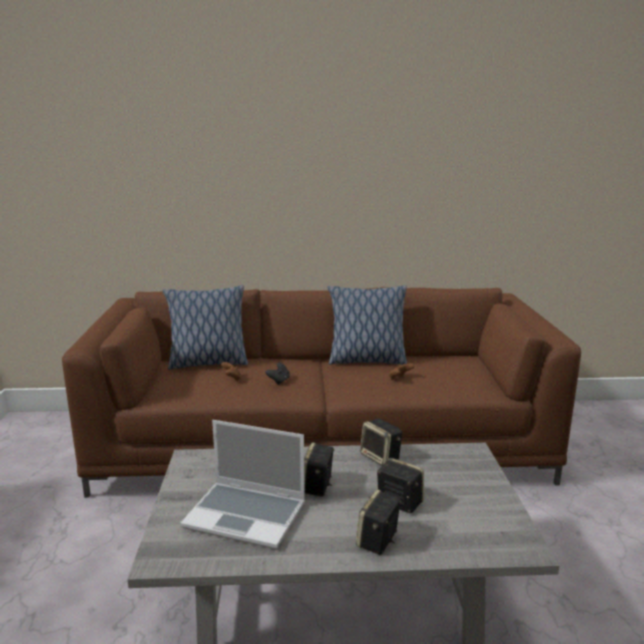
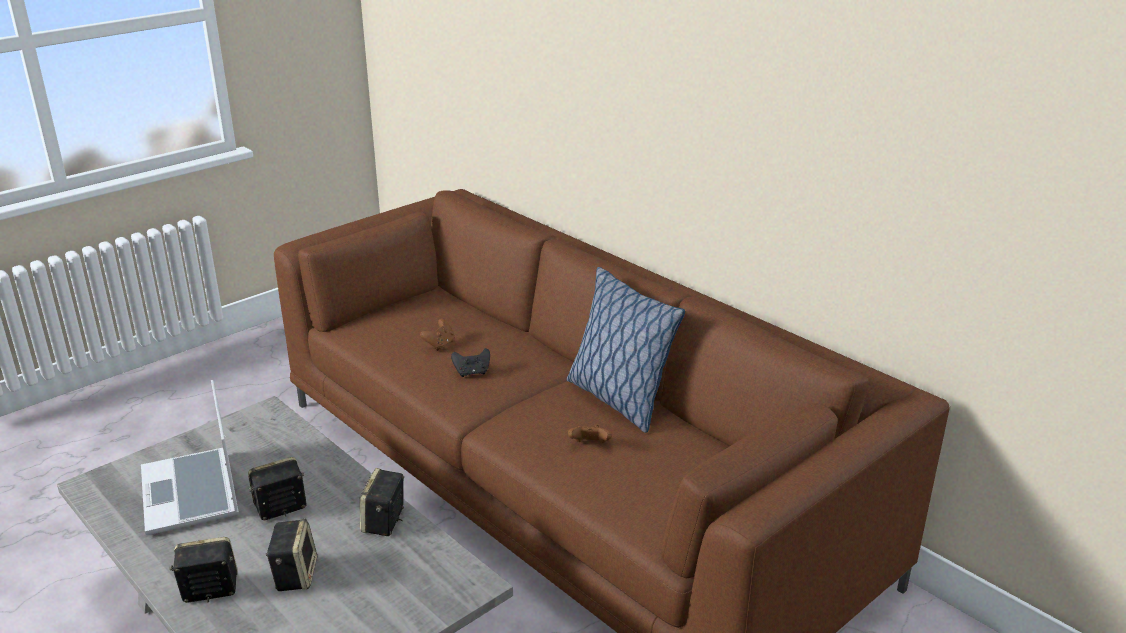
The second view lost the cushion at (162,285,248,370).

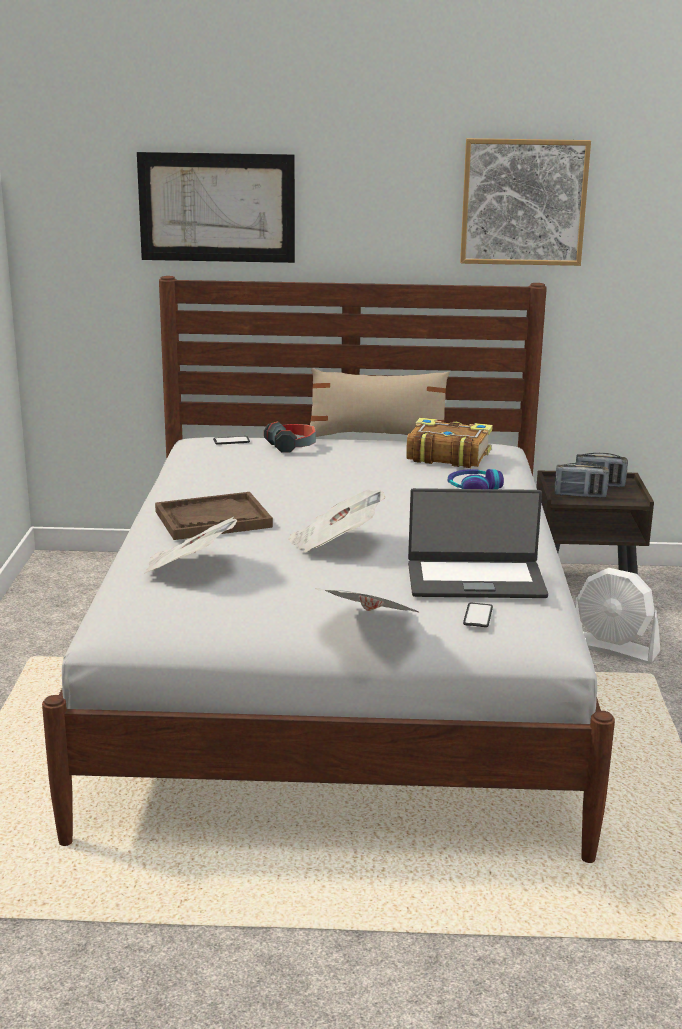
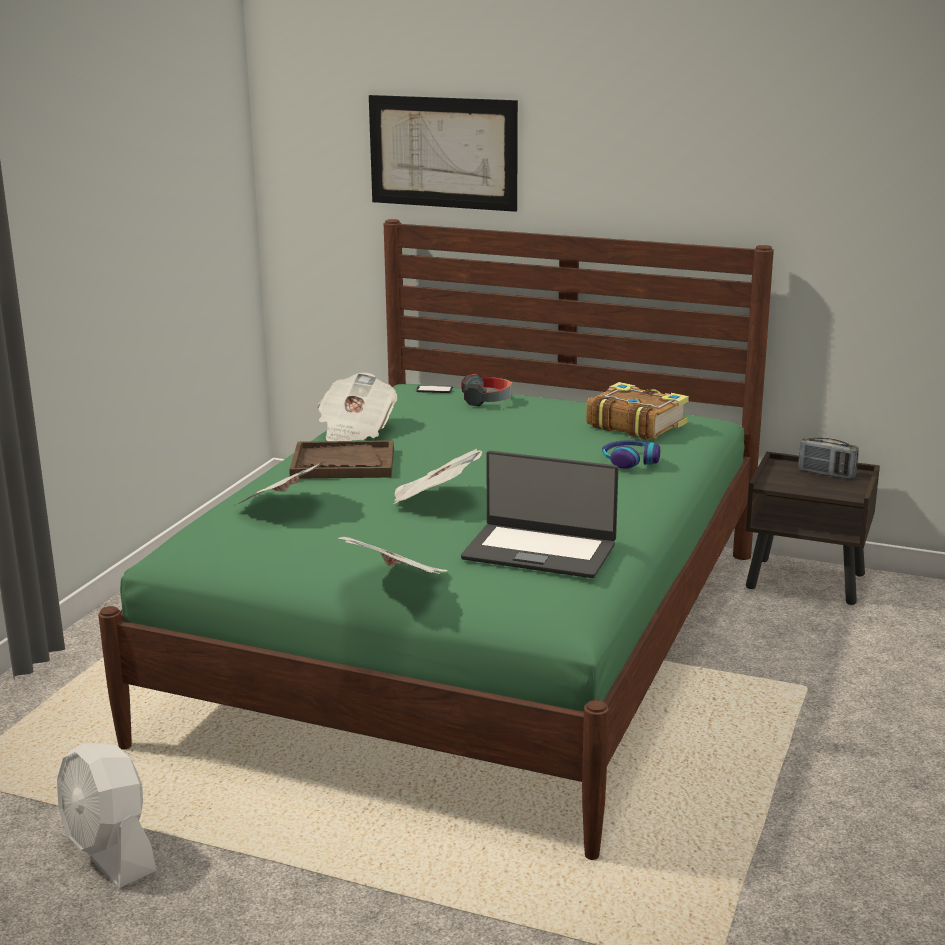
The second view lost the wall art at (460,138,591,266).
What was the whitish sleeping bed at (42,276,615,863) turned into the green sleeping bed at (98,219,774,860).
The second view lost the beige-coloured cushion at (310,368,450,437).
The second view lost the radio at (554,463,609,498).
The whitish cooling fan ended up elsewhere, having gone from (575,568,660,664) to (57,743,157,889).
The second view lost the phone at (463,602,493,627).
The second view gained the daily paper at (318,372,398,441).

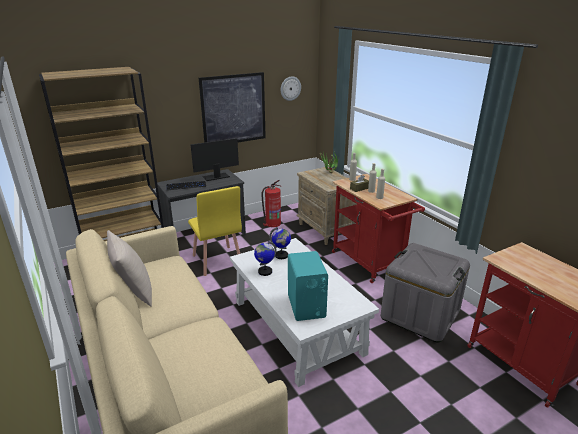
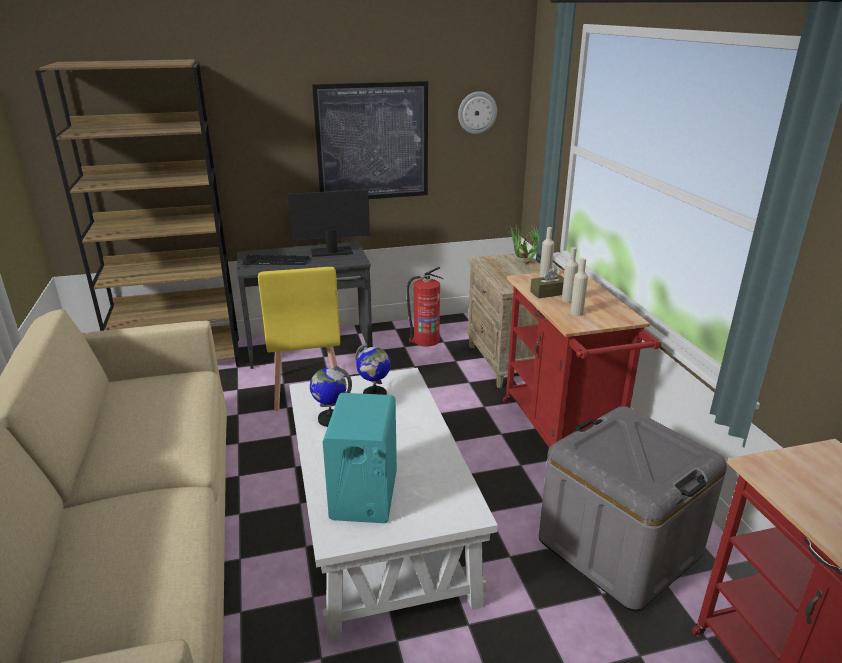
The second view lost the beige-coloured cushion at (107,230,152,307).

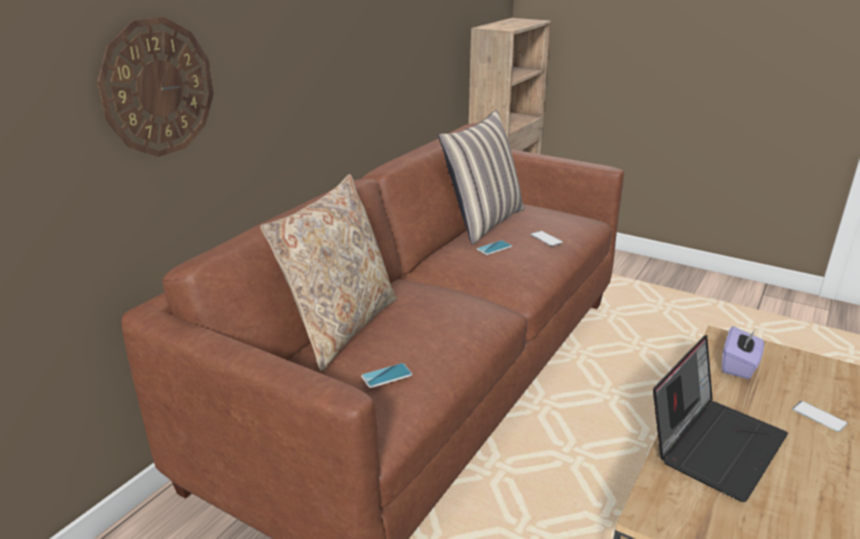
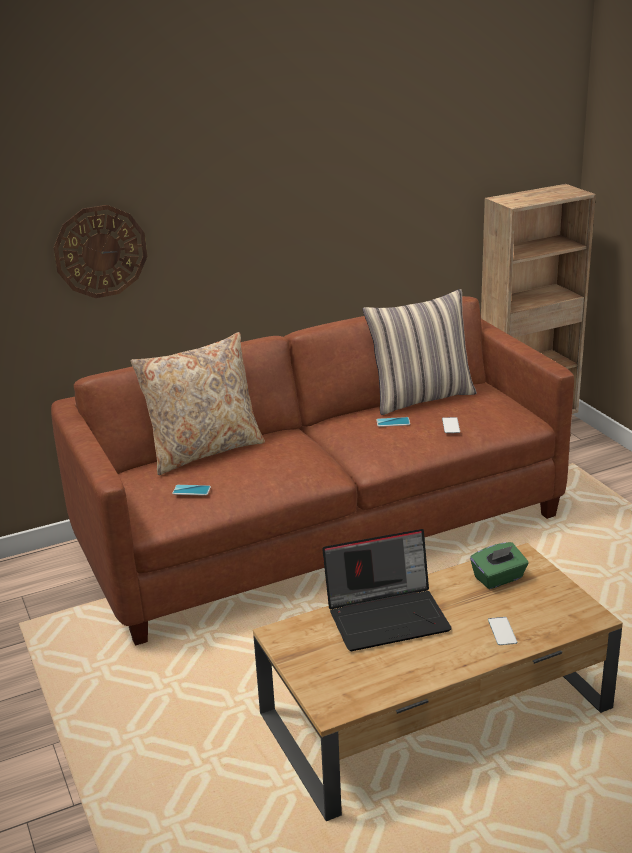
What was the purple box of tissues at (722,326,764,379) turned into the green box of tissues at (470,542,529,589).

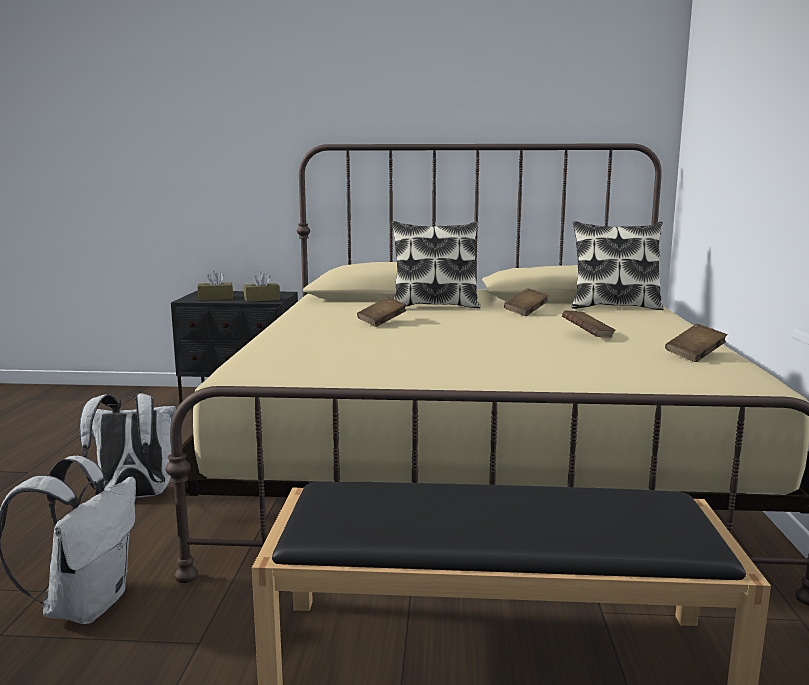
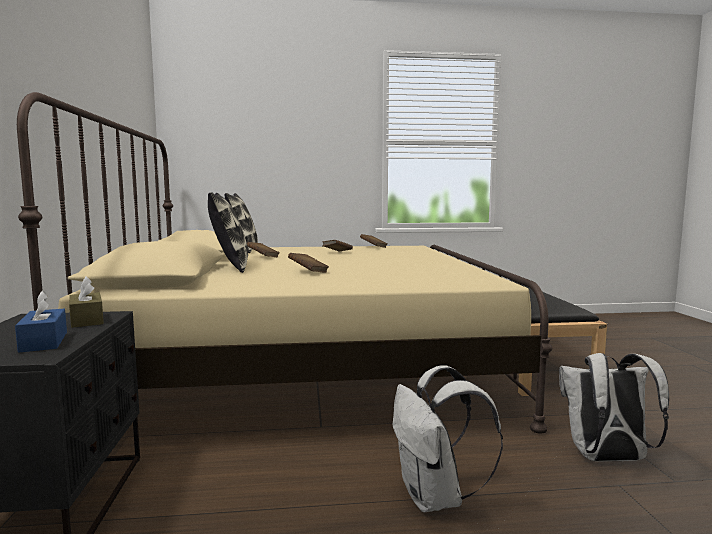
What was the brown box of tissues at (197,270,233,301) turned into the blue-coloured box of tissues at (15,291,67,353).

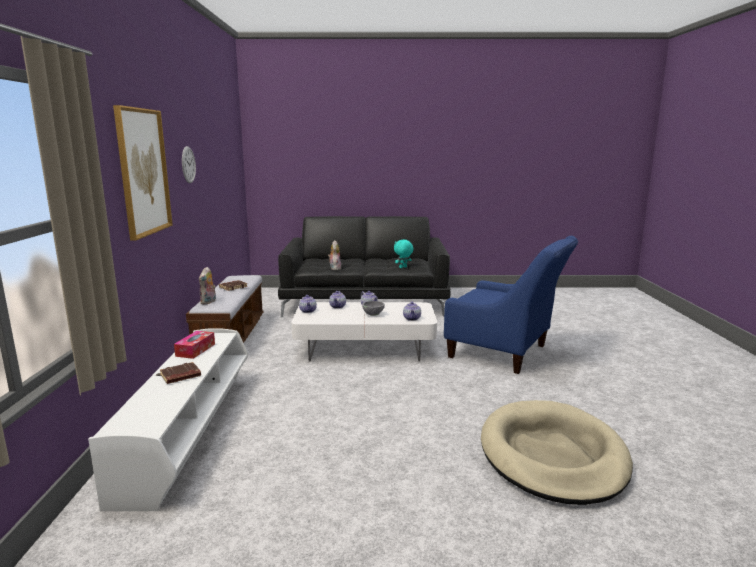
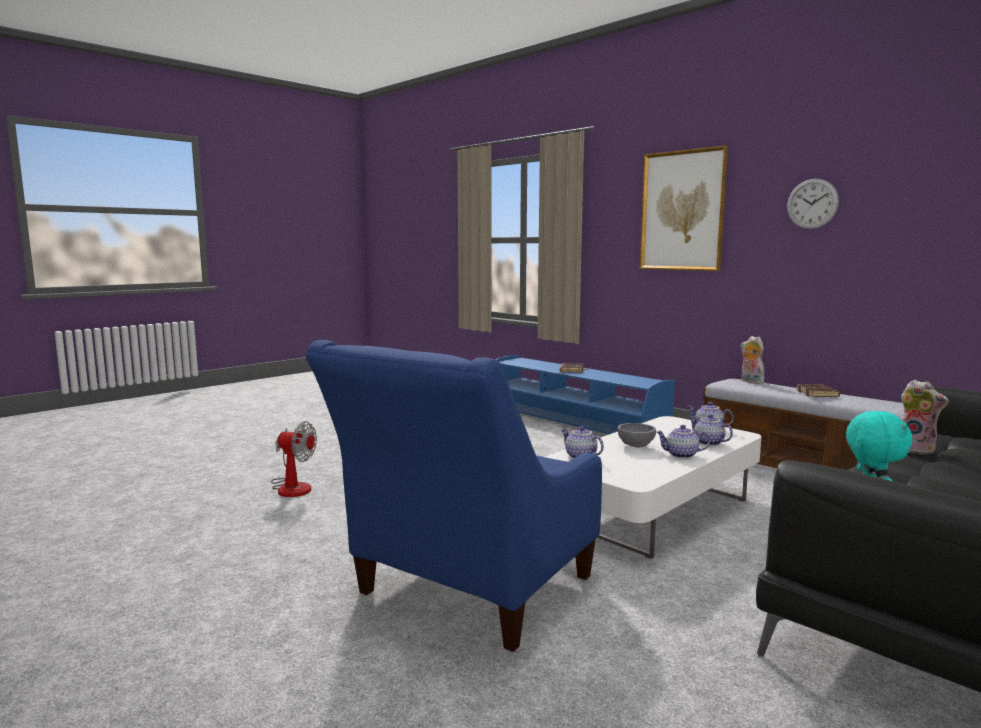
The blue-coloured armchair at (444,236,578,374) ended up facing another way, 45 degrees counterclockwise from before.
What was the whitish tv unit at (88,328,248,511) turned into the blue-coloured tv unit at (495,355,675,434).
The second view lost the box of tissues at (174,331,215,359).
Where the beige-coloured pet bed stood at (481,400,633,505), the cooling fan came to stand at (271,421,317,497).

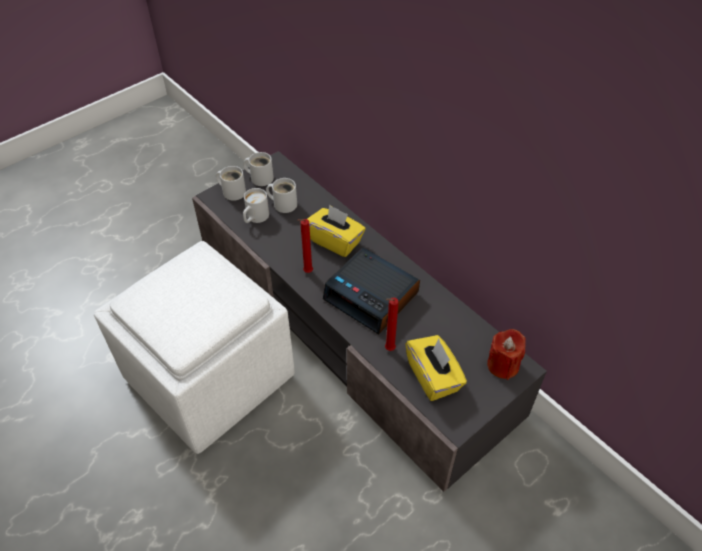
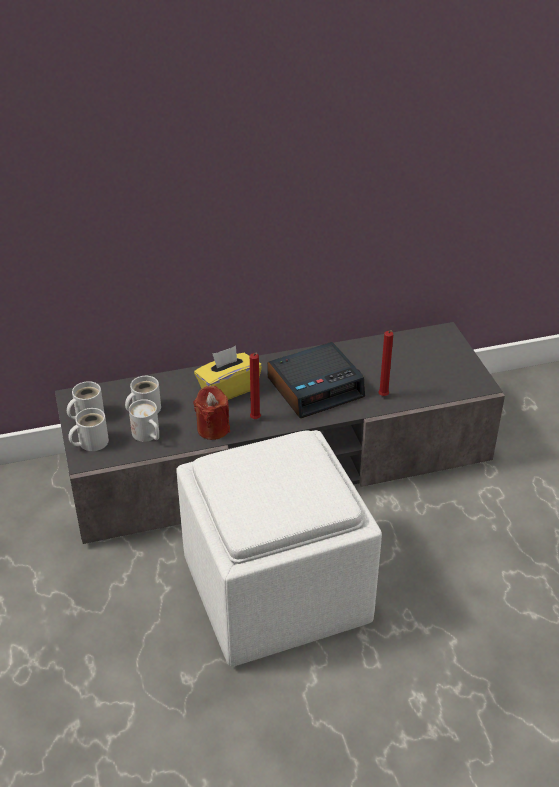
The red-coloured candle ended up elsewhere, having gone from (487,329,526,380) to (194,386,230,440).
The second view lost the yellow-coloured box of tissues at (406,335,467,401).

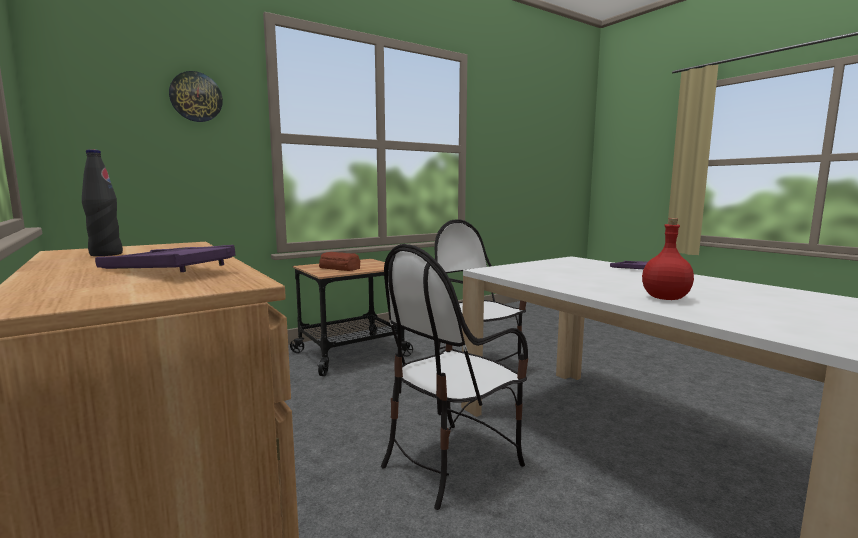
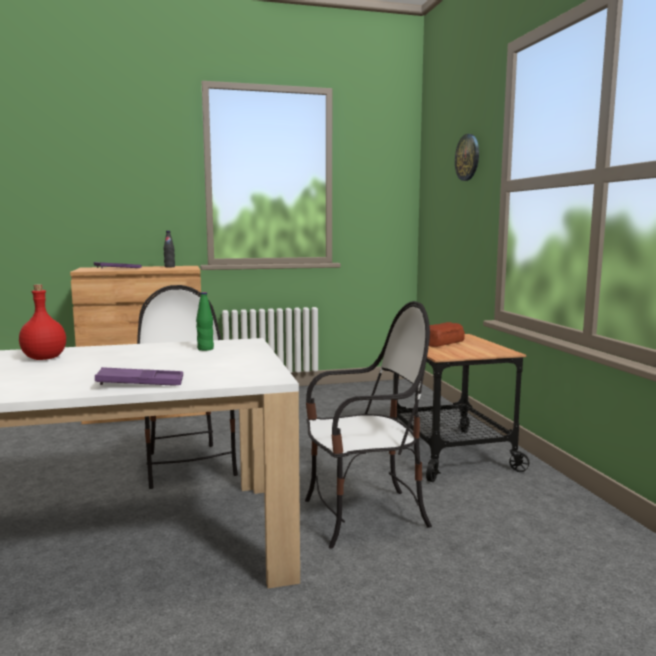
The second view gained the green bottle at (196,292,214,351).

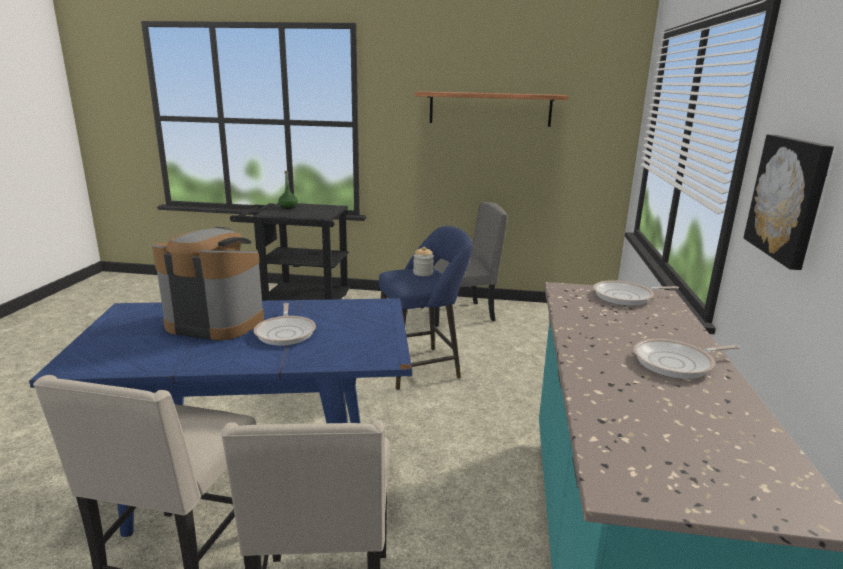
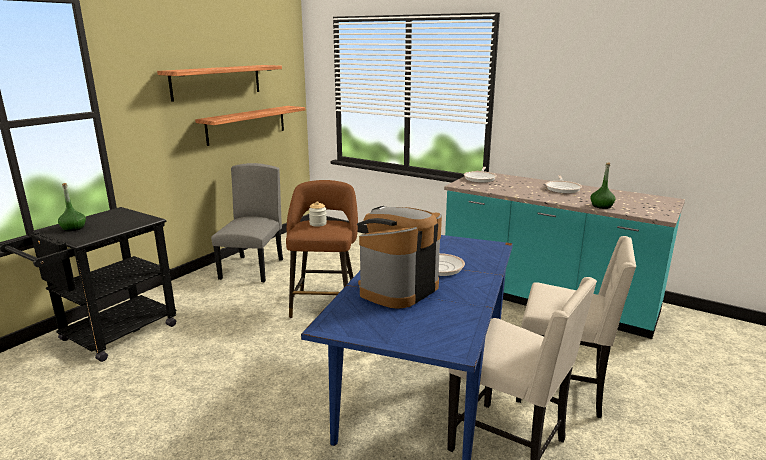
The second view lost the wall art at (744,135,834,270).
What was the blue-coloured stool seat at (379,226,472,390) turned into the brown stool seat at (286,180,358,319).
The second view gained the shelf at (195,106,305,146).
The second view gained the green bottle at (590,163,616,209).

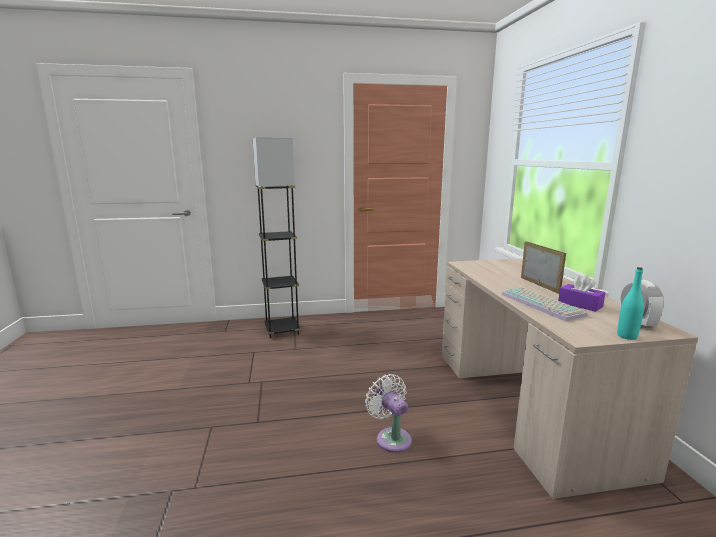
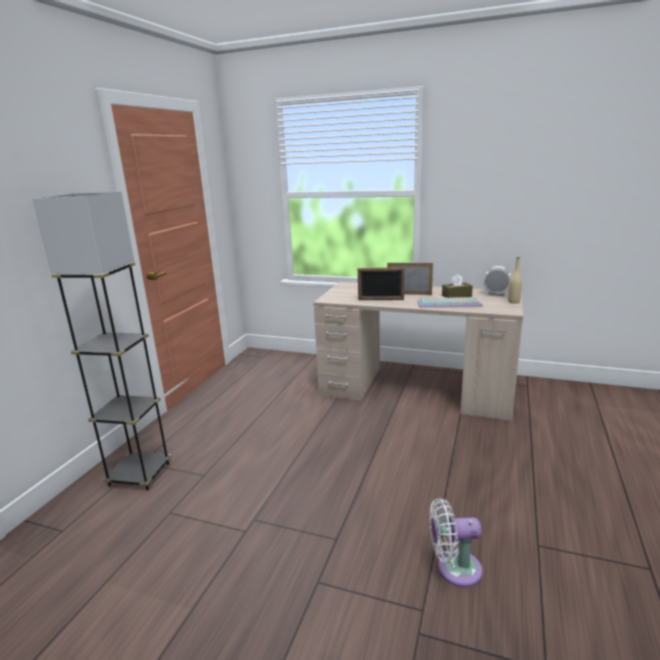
What was the turquoise-coloured bottle at (617,267,644,340) turned into the beige-coloured bottle at (508,257,522,303).
What was the purple box of tissues at (558,275,606,312) turned into the brown box of tissues at (442,274,473,298).
The whitish cooling fan ended up elsewhere, having gone from (365,374,412,453) to (430,498,483,587).
The second view gained the standing frame at (358,267,404,300).

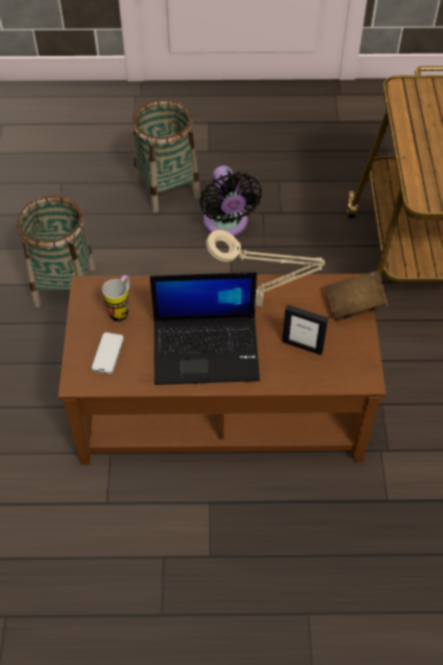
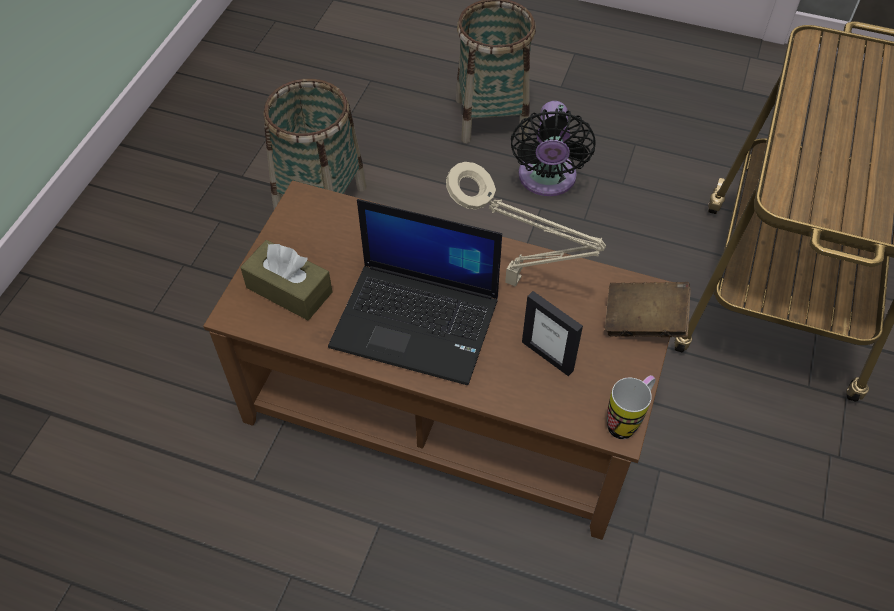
The coffee mug ended up elsewhere, having gone from (102,275,130,322) to (607,375,656,439).
Where the phone stood at (91,332,124,374), the brown box of tissues came to stand at (240,240,332,320).

